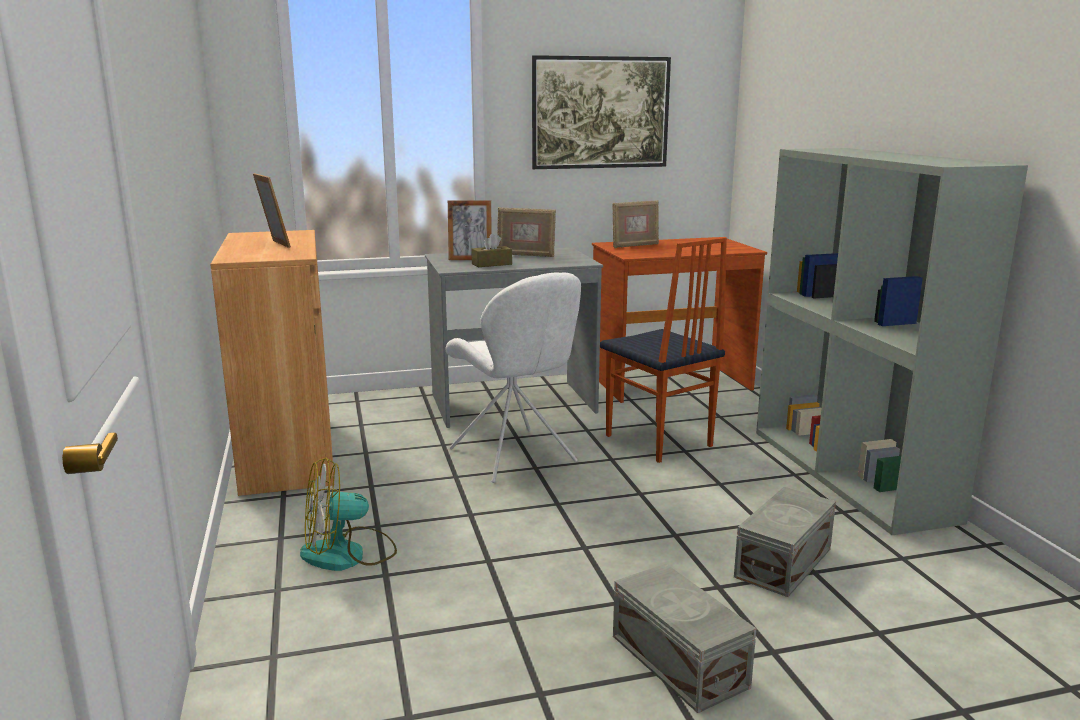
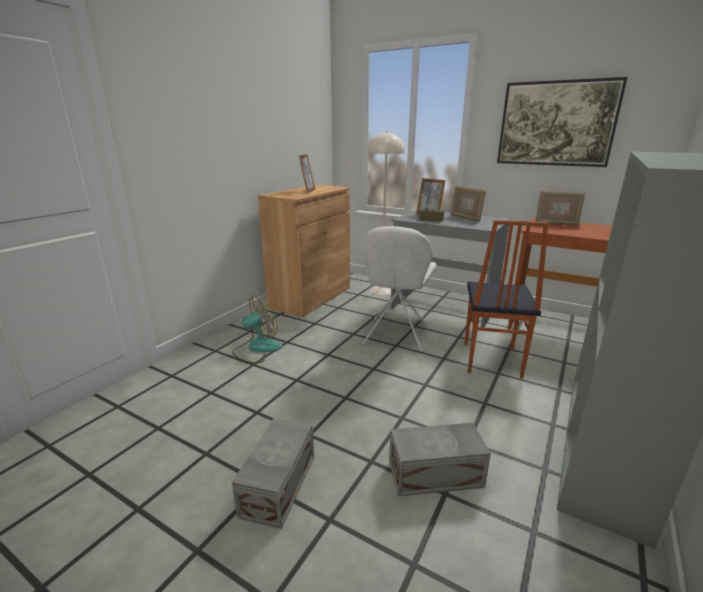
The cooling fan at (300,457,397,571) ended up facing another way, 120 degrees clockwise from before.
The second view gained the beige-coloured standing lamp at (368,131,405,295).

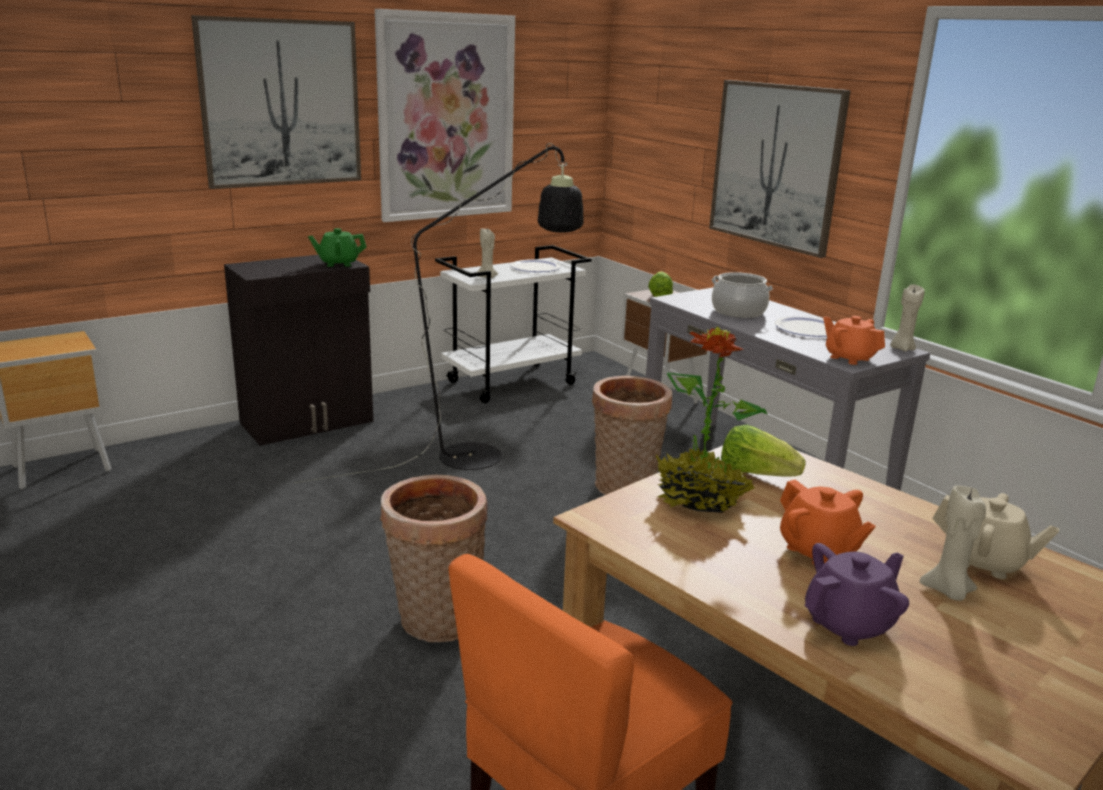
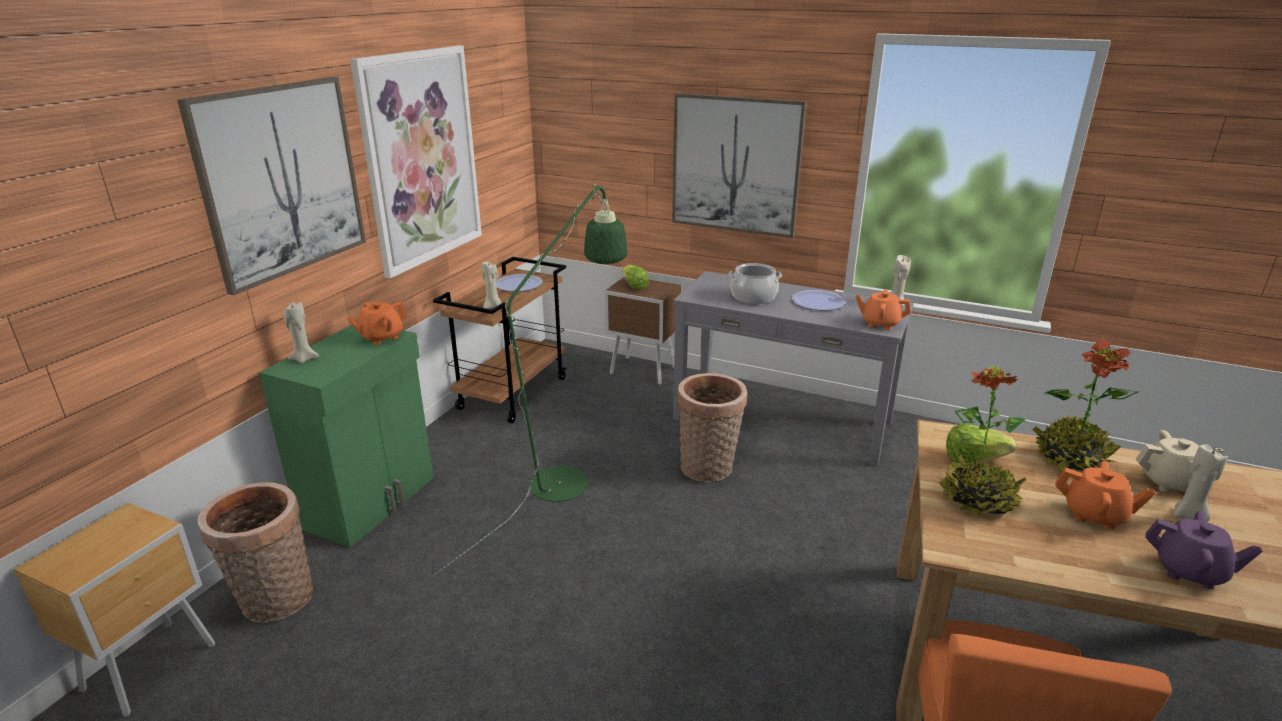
What was the blackish standing lamp at (294,143,584,483) turned into the green standing lamp at (433,184,627,576).
What was the green pot for tea at (308,228,367,267) turned into the orangey pot for tea at (348,301,408,345).
What was the whitish cart at (435,245,592,403) turned into the brown cart at (433,257,566,423).
What was the blackish cabinet at (224,255,373,446) turned into the green cabinet at (259,325,434,548).
The storage basket ended up elsewhere, having gone from (380,475,488,642) to (197,482,313,623).
The purple pot for tea at (805,543,909,646) ended up facing another way, 90 degrees clockwise from before.
The second view gained the beige-coloured candle at (284,302,319,363).
The second view gained the plant in a pot at (1032,337,1138,475).

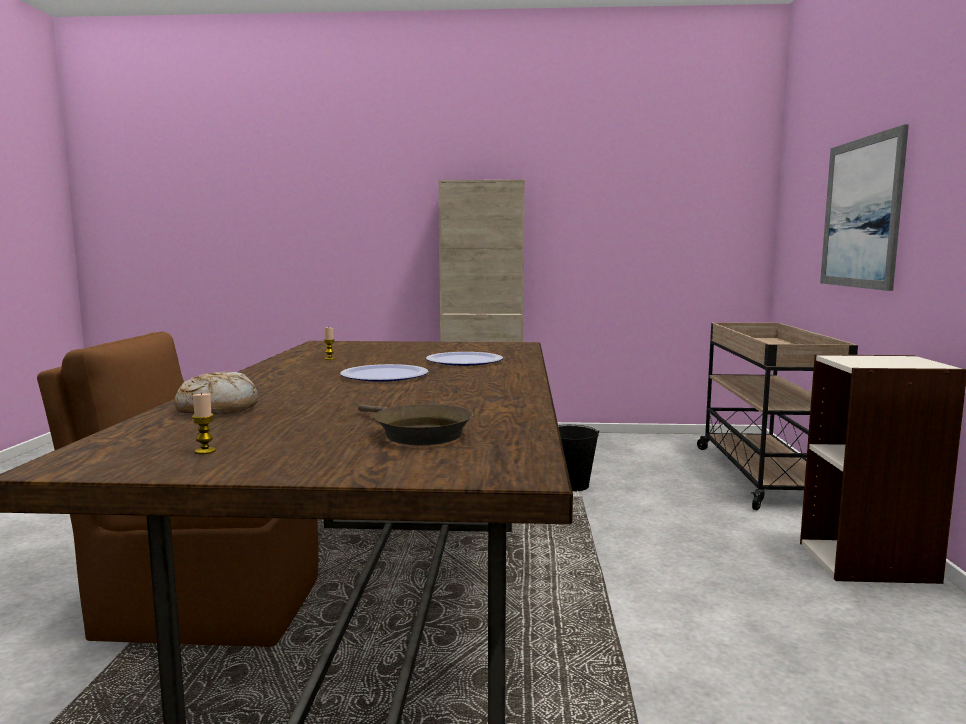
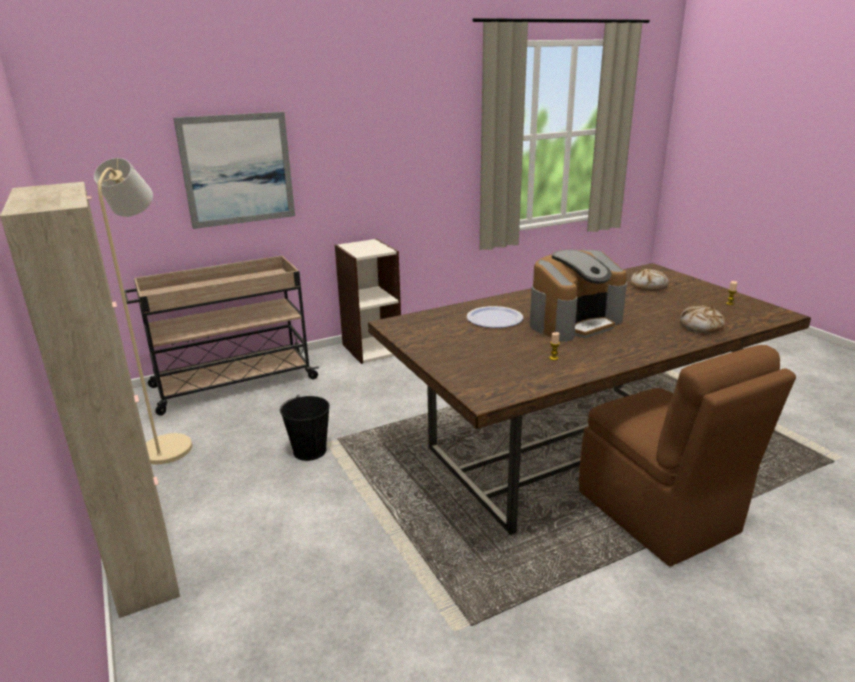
Where the flat dish stood at (340,364,429,382), the coffee machine came to stand at (530,249,627,342).
Where the brown frying pan stood at (358,404,473,445), the baked bread came to stand at (630,269,669,291).
The second view gained the beige-coloured standing lamp at (94,158,192,464).

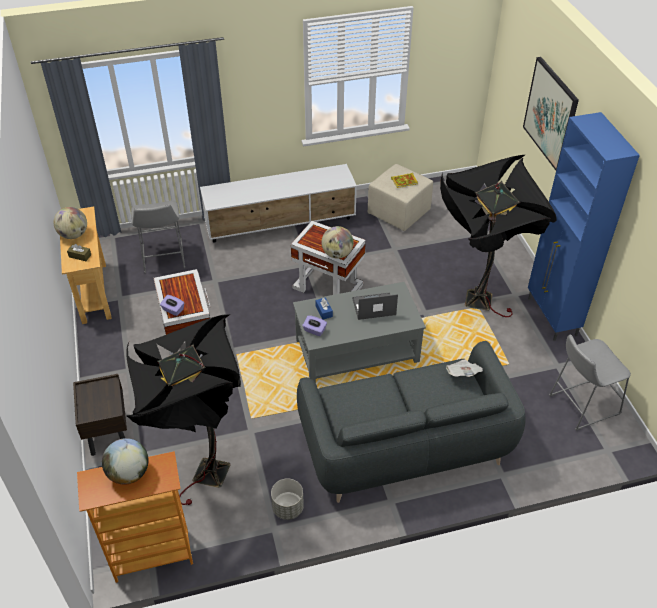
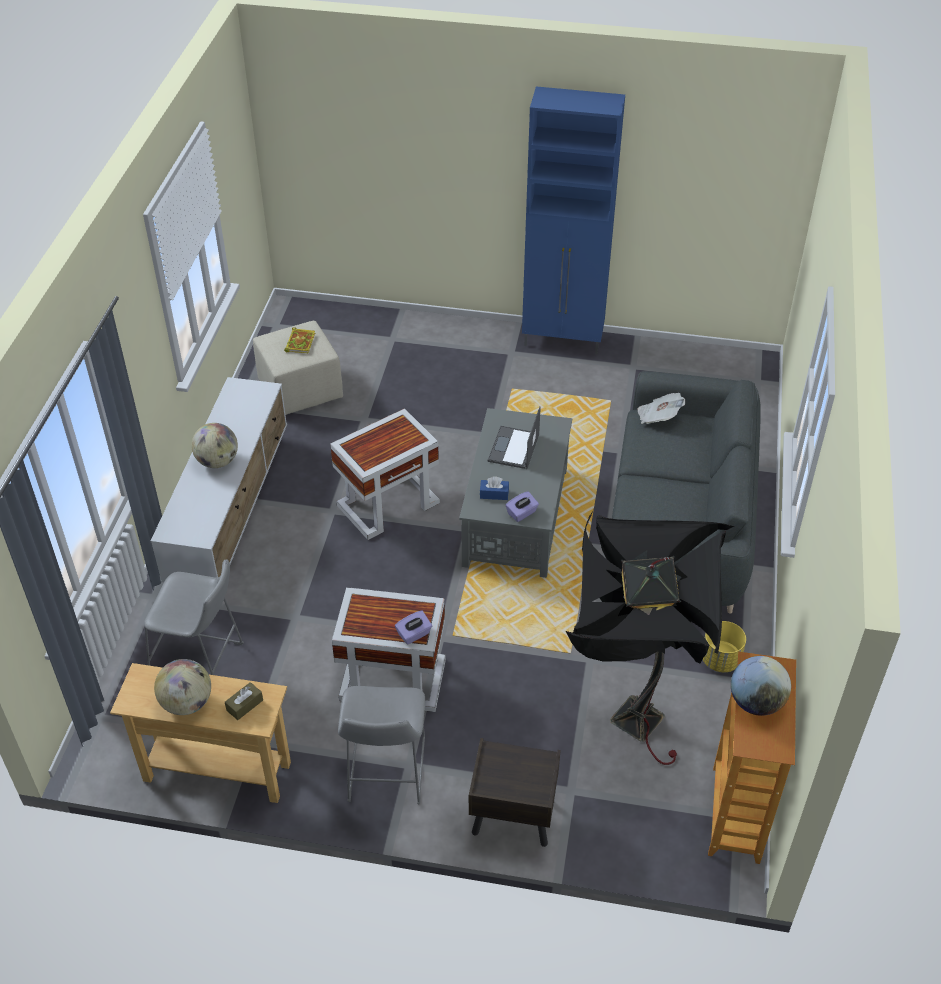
The second view lost the wall art at (523,57,579,170).
The second view lost the blackish standing lamp at (440,155,557,317).
The desk globe ended up elsewhere, having gone from (321,226,354,259) to (191,423,238,468).
The greyish stool seat ended up elsewhere, having gone from (549,335,631,431) to (338,686,425,804).
What was the greyish plant pot at (271,478,304,520) turned into the yellow-coloured plant pot at (703,621,746,672).

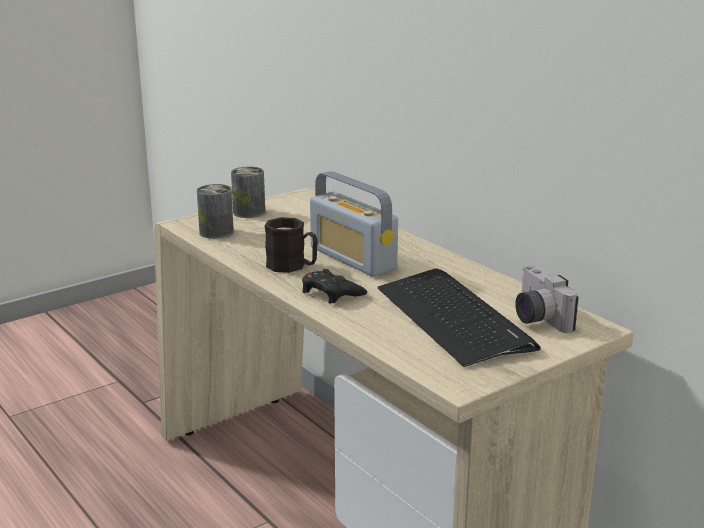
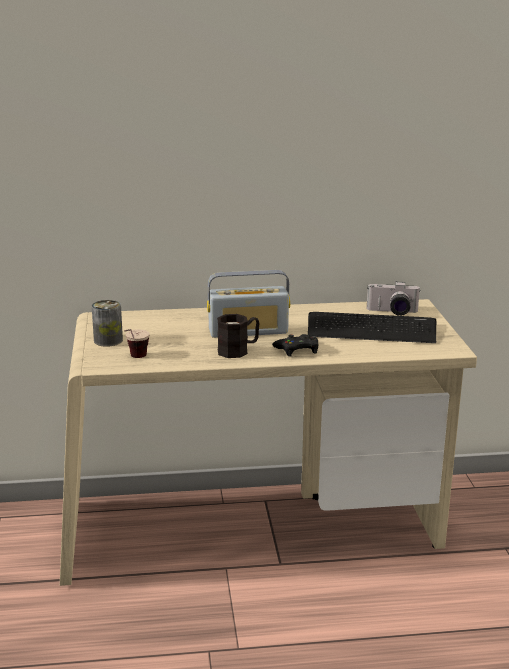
Where the metal can stood at (197,184,234,239), the drinking cup came to stand at (124,329,150,358).

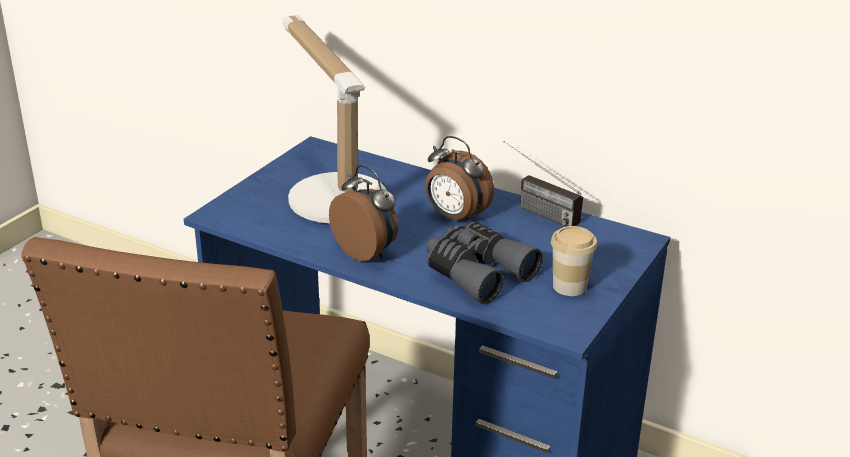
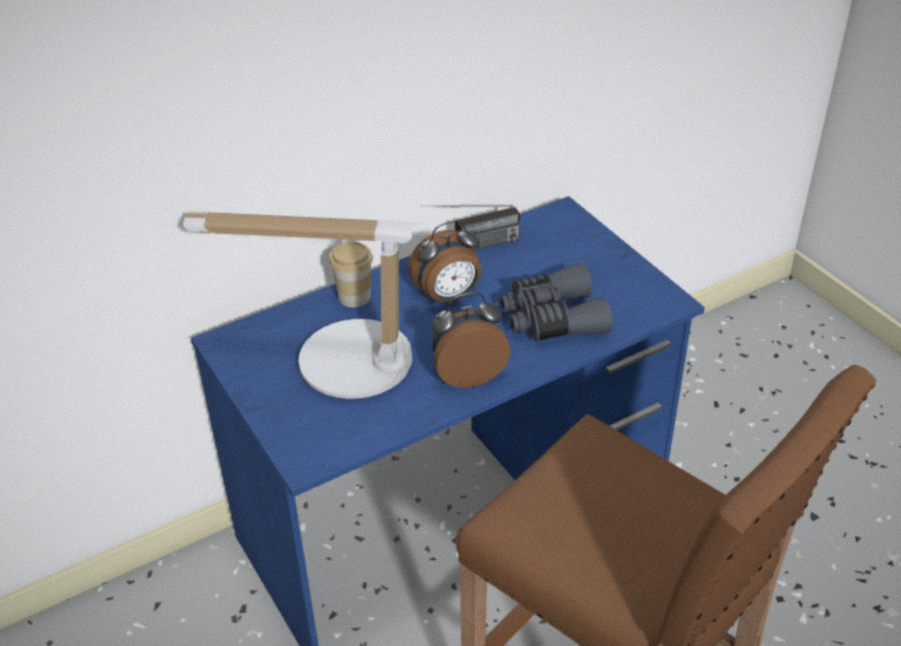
The drinking cup ended up elsewhere, having gone from (551,226,597,296) to (329,242,373,307).

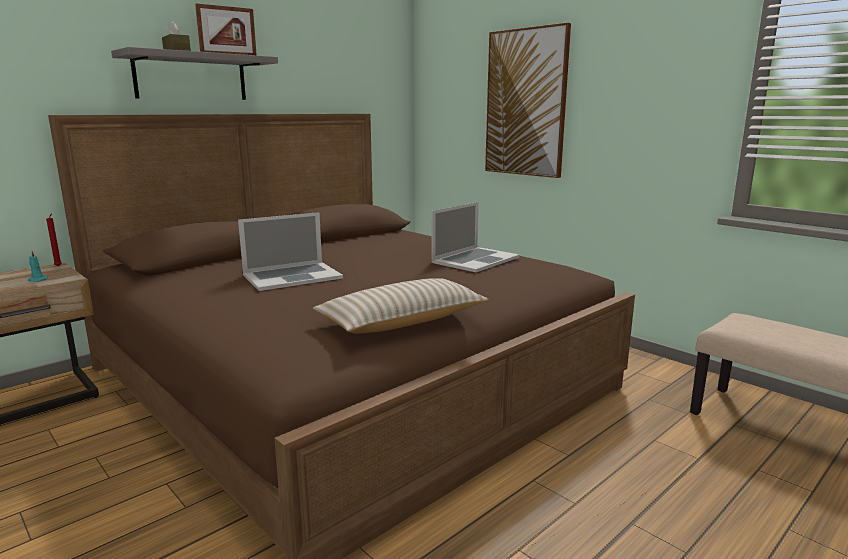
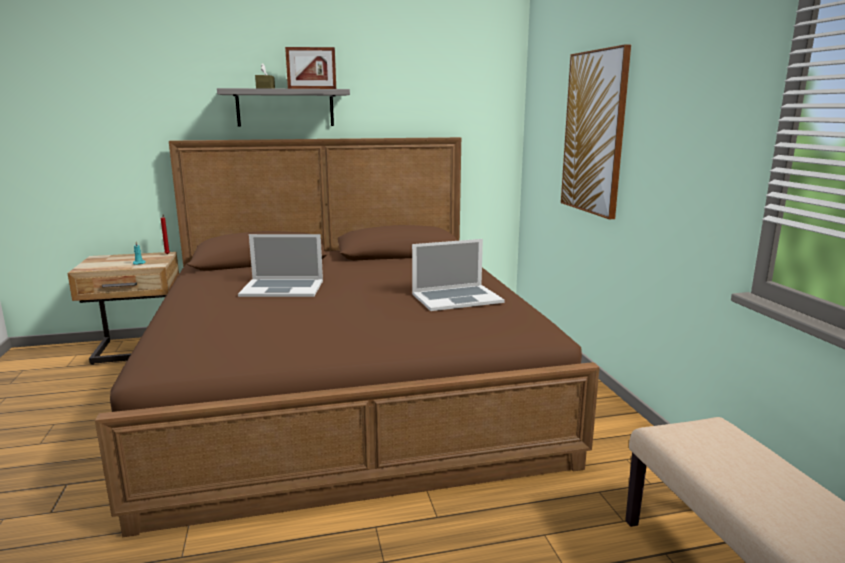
The second view lost the beige-coloured cushion at (313,278,489,334).

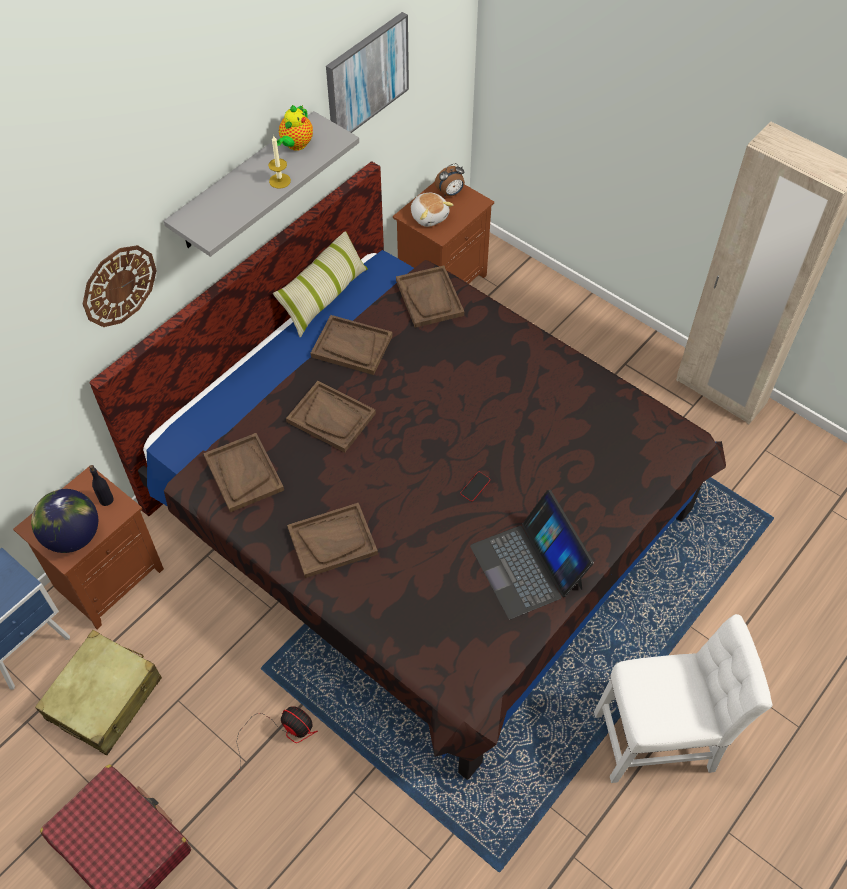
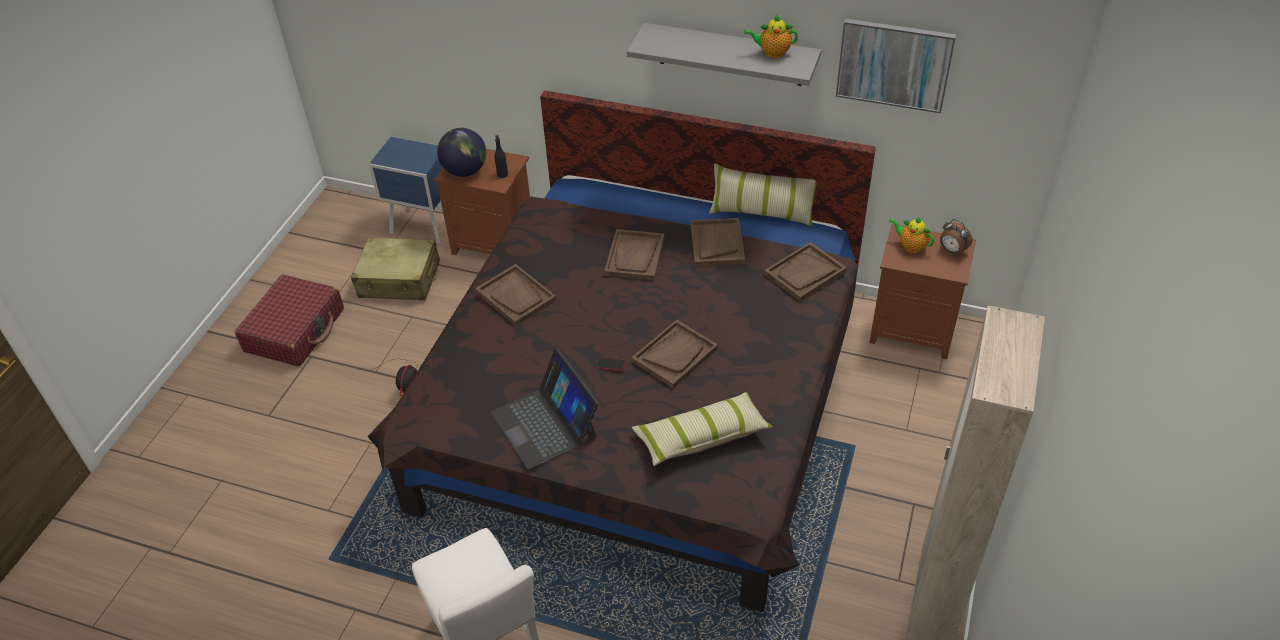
The second view lost the candle at (268,135,291,189).
Where the cuddly toy stood at (411,193,454,227), the pot for tea came to stand at (889,217,934,253).
The second view lost the clock on the wall at (83,245,157,327).
The brown carrying tray ended up elsewhere, having gone from (203,433,284,512) to (632,320,718,389).
The notebook computer at (470,490,594,619) ended up facing another way, 75 degrees counterclockwise from before.
The second view gained the cushion at (632,392,773,466).

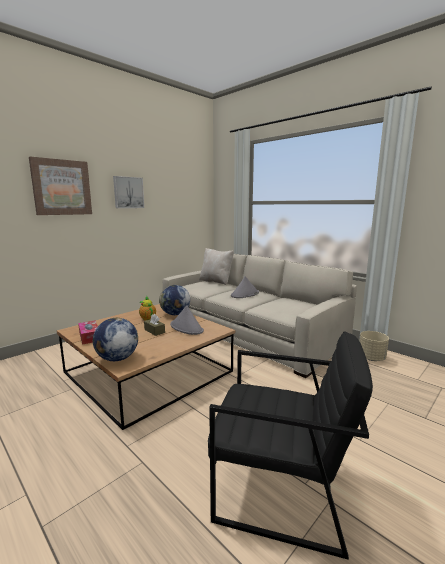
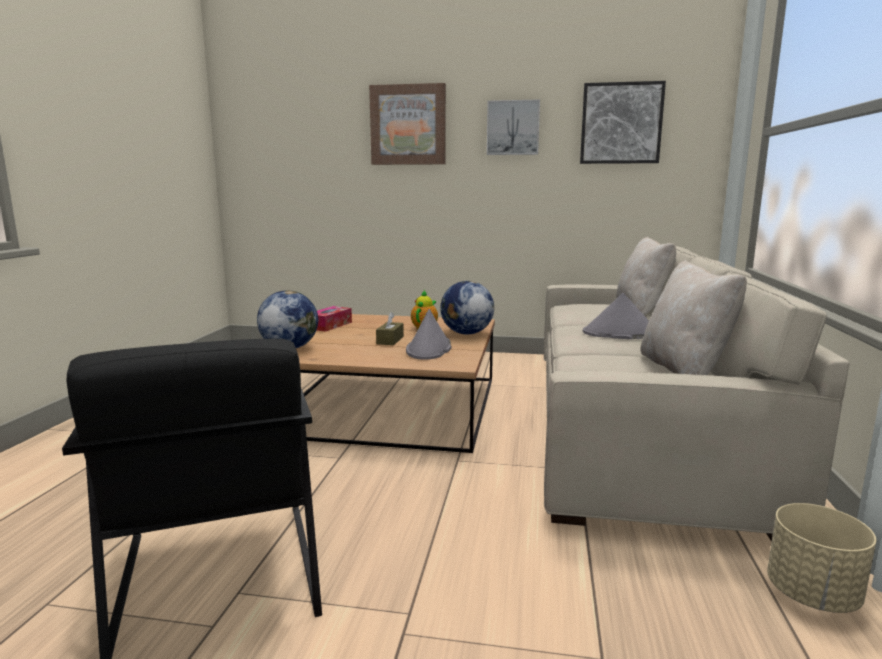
The second view gained the wall art at (580,81,666,164).
The second view gained the beige-coloured cushion at (641,260,747,375).

